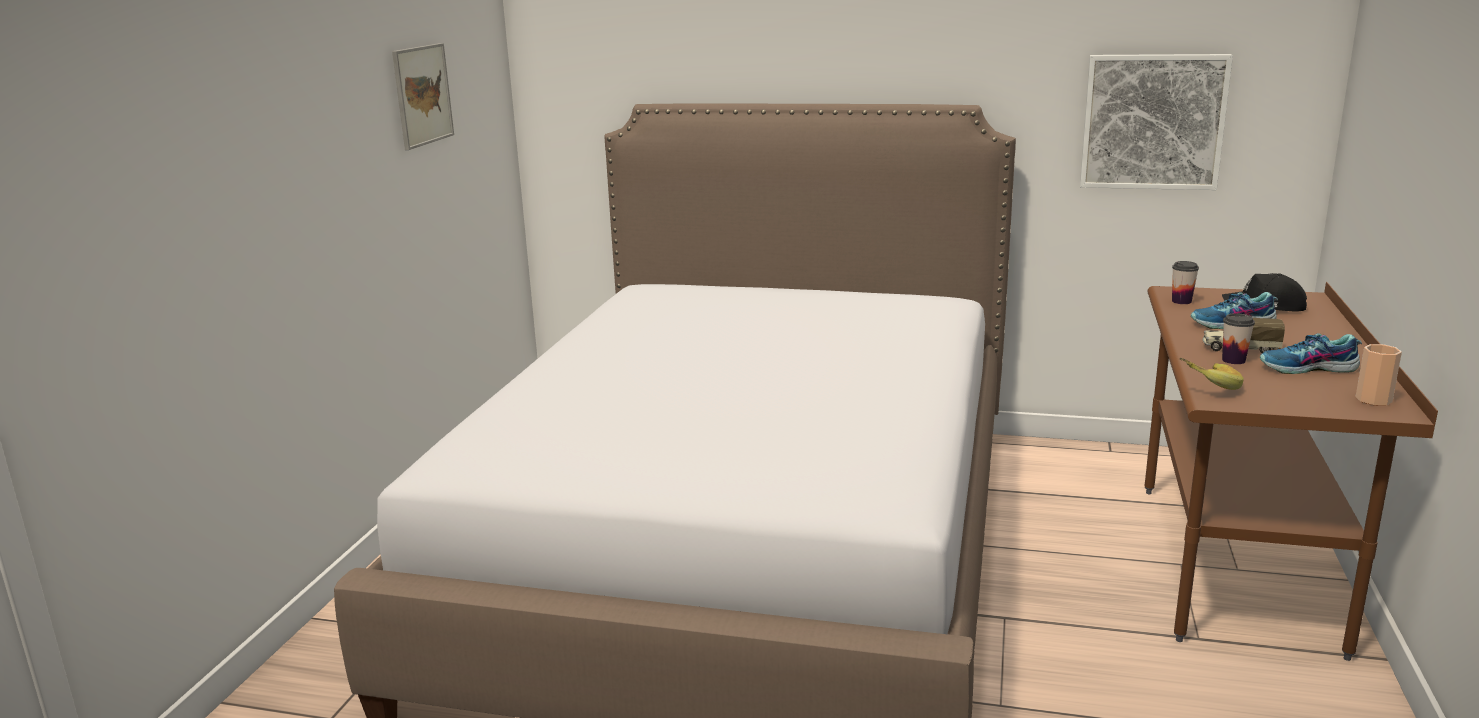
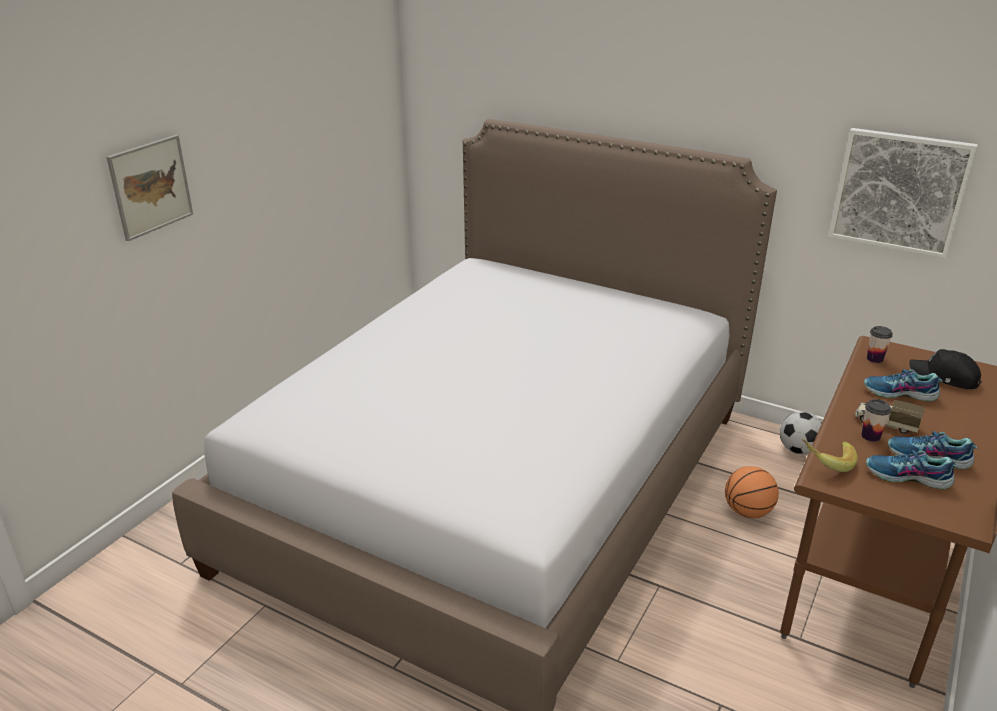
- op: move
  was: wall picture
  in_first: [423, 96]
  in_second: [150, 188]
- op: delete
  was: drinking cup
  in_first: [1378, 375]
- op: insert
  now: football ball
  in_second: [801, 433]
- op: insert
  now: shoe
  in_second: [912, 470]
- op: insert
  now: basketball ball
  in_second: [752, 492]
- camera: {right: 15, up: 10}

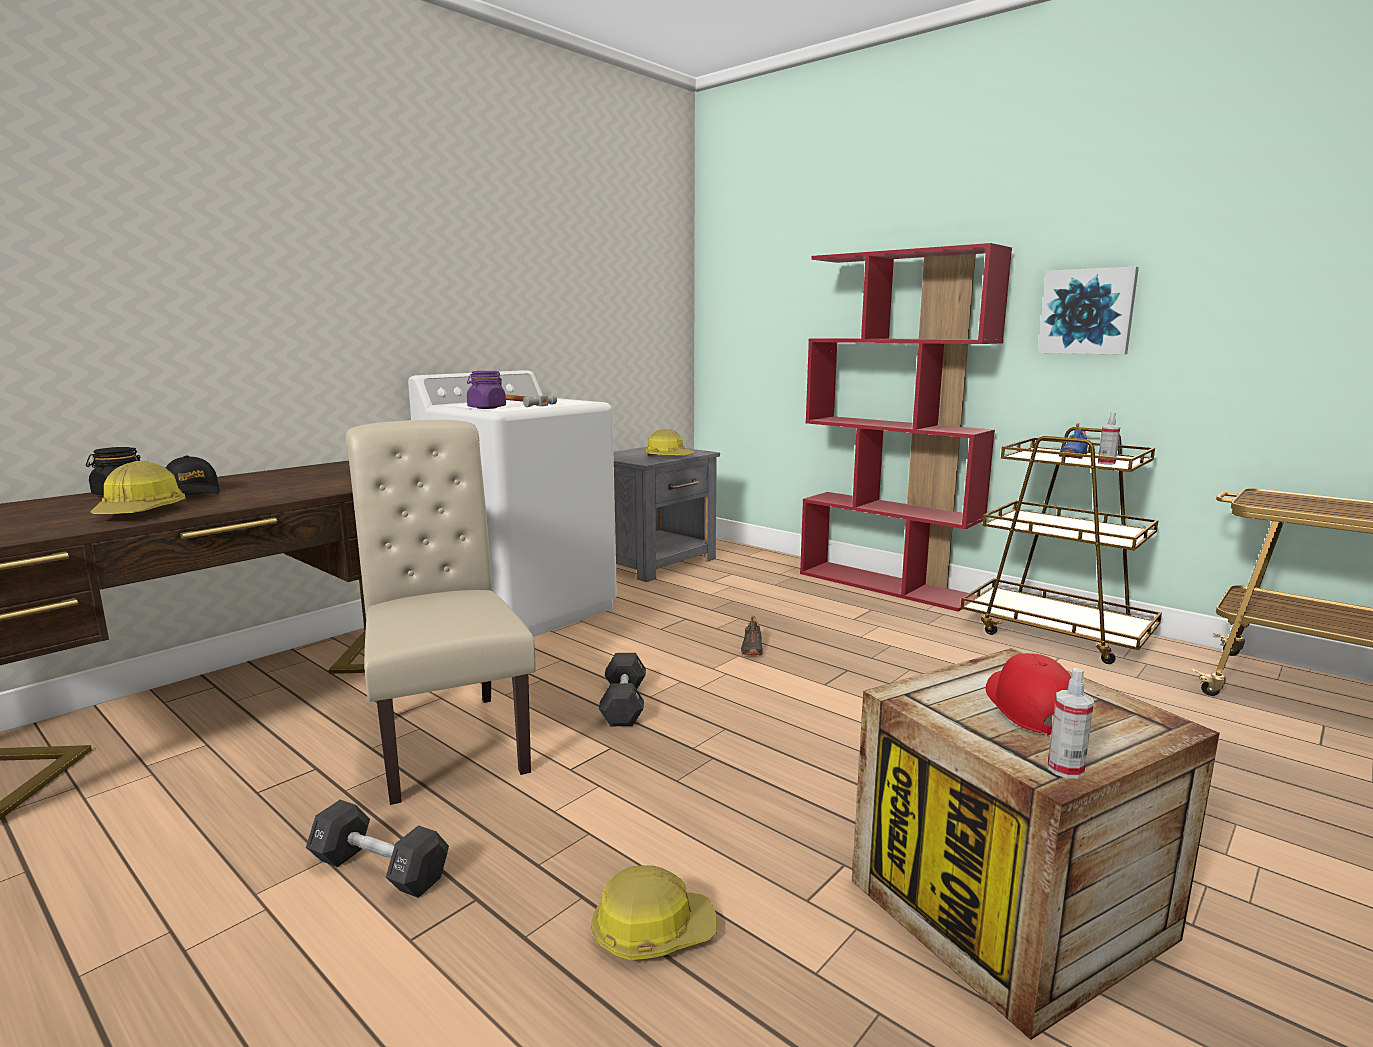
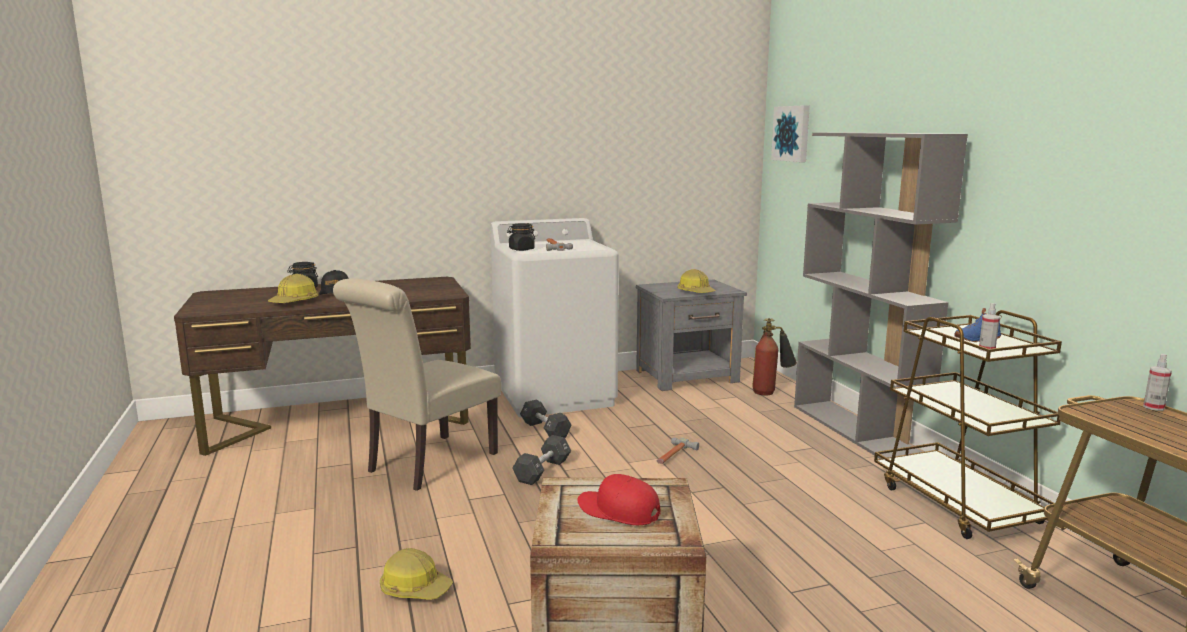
- op: recolor
  was: bookcase in red-coloured
  now: bookcase in greyish
  in_first: [906, 427]
  in_second: [881, 296]
- op: move
  was: wall picture
  in_first: [1088, 311]
  in_second: [790, 133]
- op: recolor
  was: storage jar in purplish
  now: storage jar in blackish
  in_first: [486, 390]
  in_second: [521, 237]
- op: rotate
  was: plain chair in beige-coloured
  in_first: [440, 612]
  in_second: [417, 384]
  clockwise: -150
- op: replace
  was: shoe in blackish
  now: tool hammer
  in_first: [752, 635]
  in_second: [678, 450]
- op: rotate
  was: cap in red-coloured
  in_first: [1028, 694]
  in_second: [619, 499]
  clockwise: -90
- op: move
  was: hand sprayer
  in_first: [1071, 723]
  in_second: [1157, 382]
- op: move
  was: dumbbell in blackish
  in_first: [377, 849]
  in_second: [545, 419]
- op: insert
  now: fire extinguisher
  in_second: [774, 357]
- camera: {right: 30, up: 0}

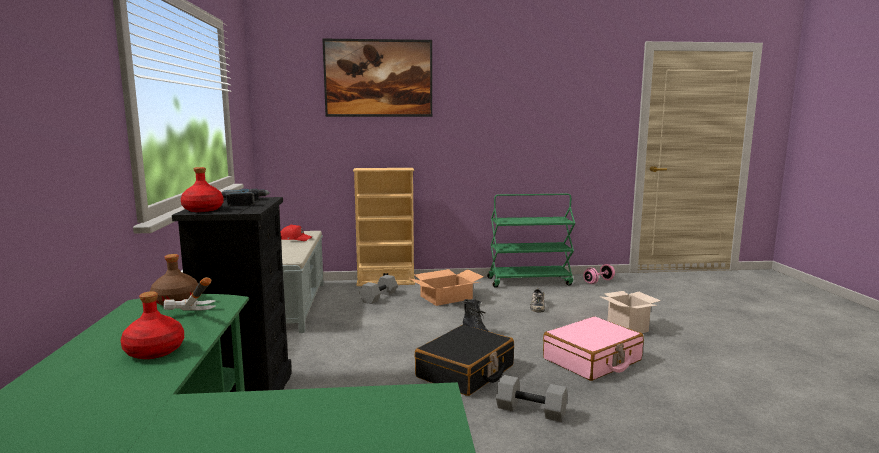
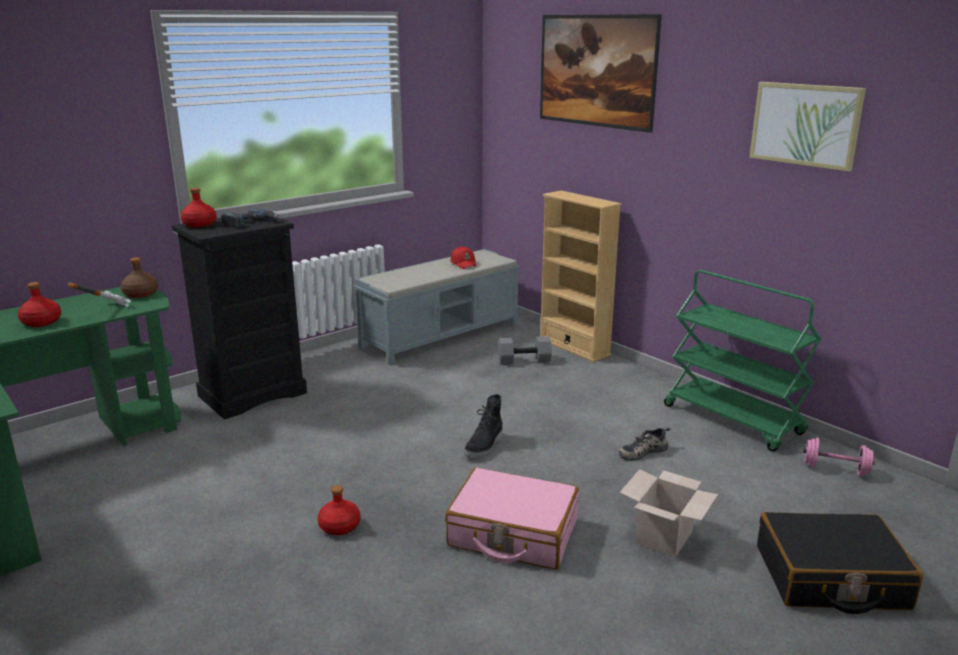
- op: delete
  was: packing box
  in_first: [446, 287]
- op: move
  was: piece of luggage in blackish
  in_first: [464, 360]
  in_second: [840, 563]
- op: replace
  was: dumbbell in greyish
  now: drink bottle in red-coloured
  in_first: [531, 398]
  in_second: [339, 510]
- op: insert
  now: wall picture
  in_second: [807, 127]
- camera: {right: 55, up: 10}

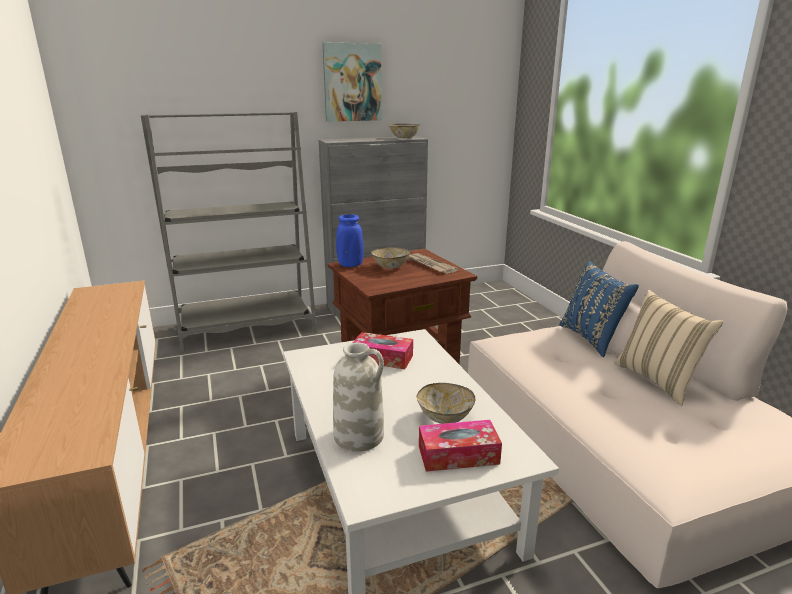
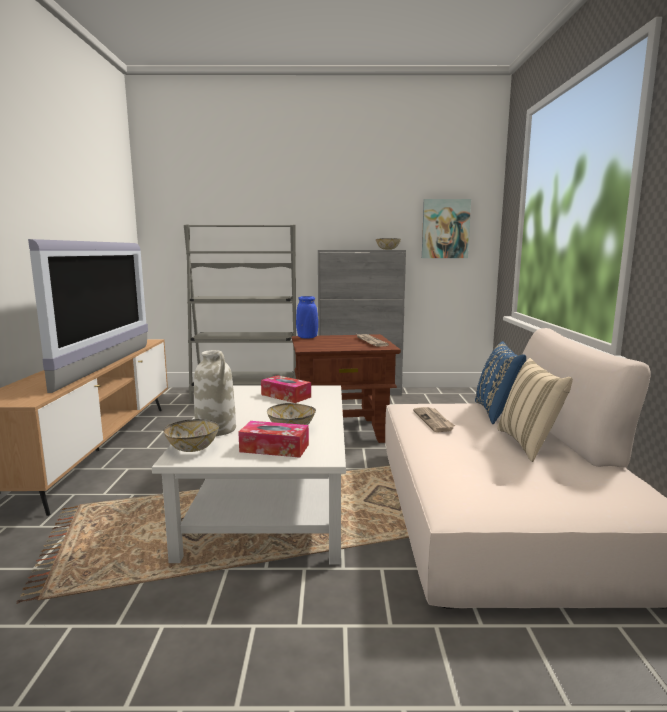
- op: move
  was: wall picture
  in_first: [352, 82]
  in_second: [446, 228]
- op: move
  was: serving bowl
  in_first: [390, 258]
  in_second: [191, 435]
- op: insert
  now: TV
  in_second: [88, 316]
- op: insert
  now: printed paper
  in_second: [434, 419]
- camera: {right: 20, up: -10}

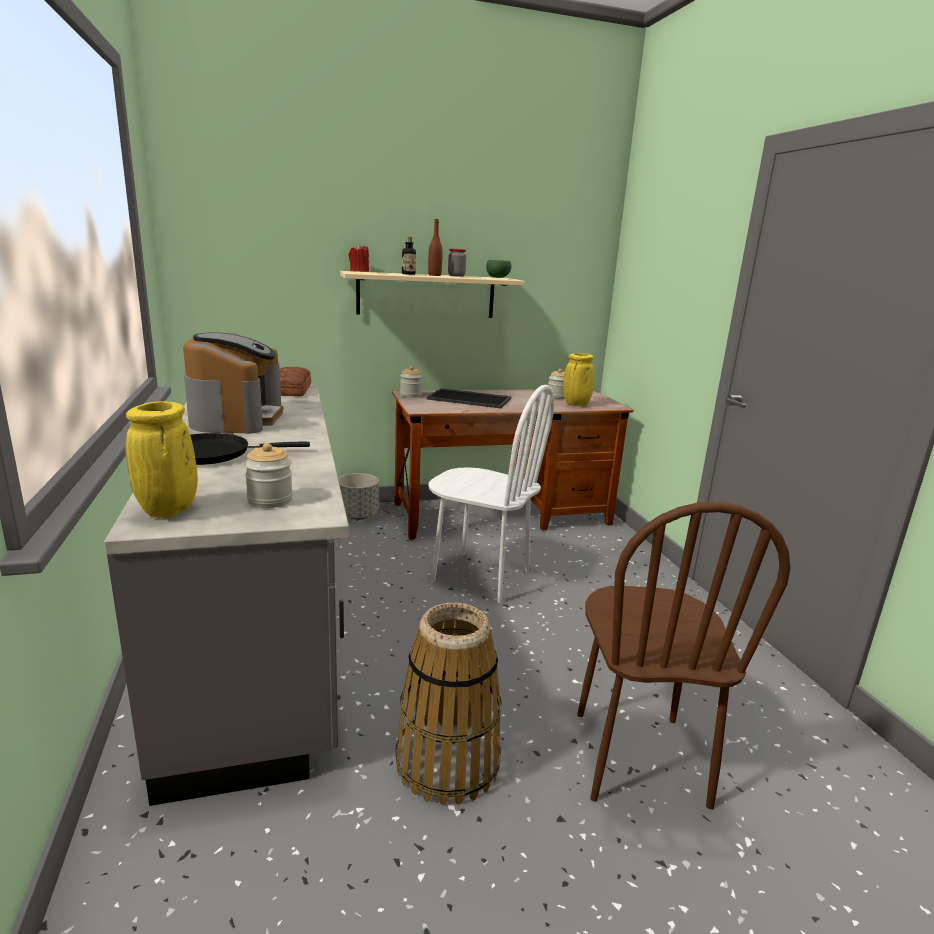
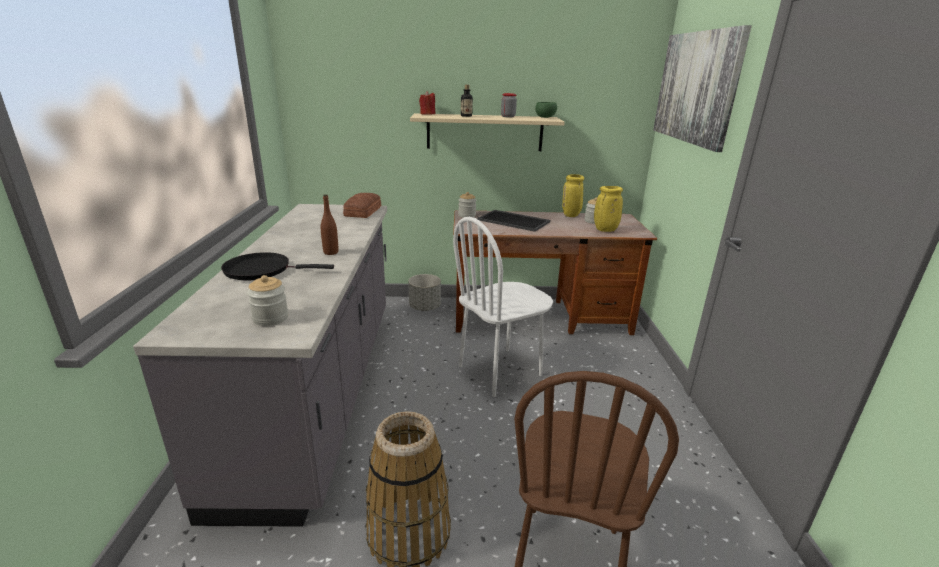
- op: move
  was: drink bottle in brown-coloured
  in_first: [435, 247]
  in_second: [329, 224]
- op: delete
  was: coffee machine
  in_first: [233, 383]
- op: rotate
  was: plain chair in whitish
  in_first: [491, 494]
  in_second: [503, 307]
  clockwise: 105
- op: move
  was: vase in yellowish
  in_first: [161, 459]
  in_second: [573, 195]
- op: insert
  now: wall picture
  in_second: [702, 88]
- camera: {right: 15, up: 5}

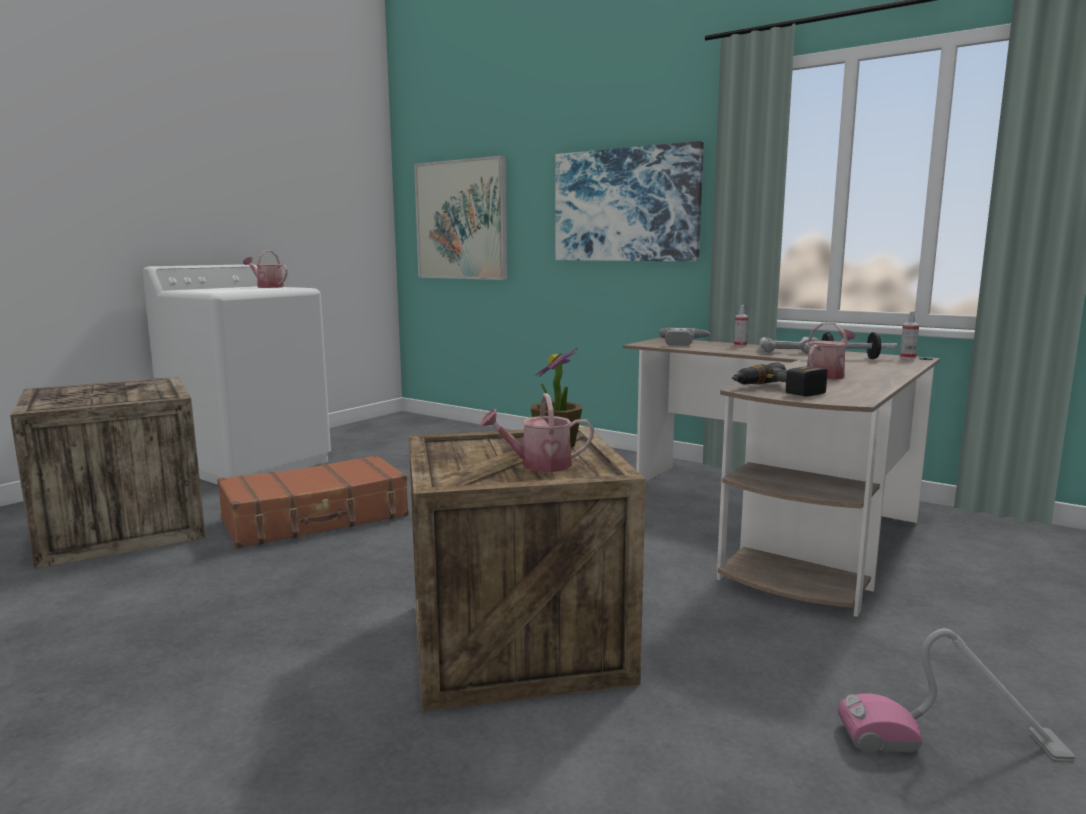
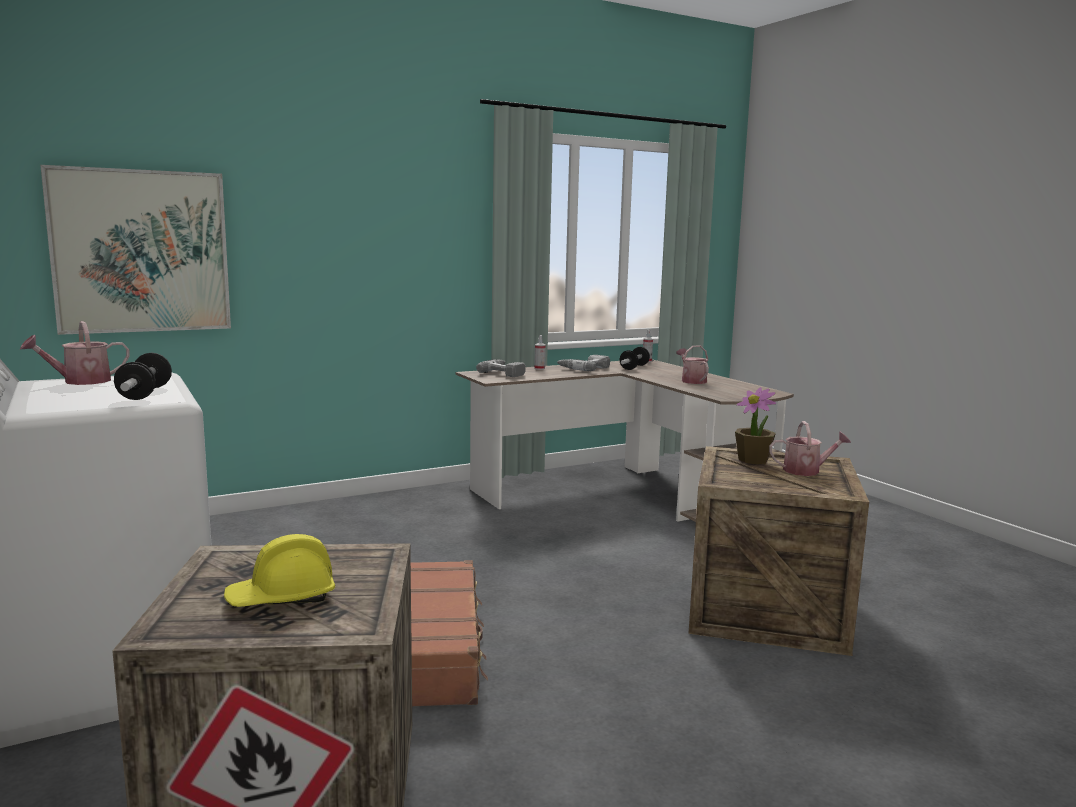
- op: delete
  was: wall picture
  in_first: [629, 201]
- op: delete
  was: electric drill
  in_first: [779, 380]
- op: rotate
  was: sprinkling can
  in_first: [537, 432]
  in_second: [810, 448]
  clockwise: -105
- op: delete
  was: hoover
  in_first: [956, 694]
- op: insert
  now: dumbbell
  in_second: [143, 376]
- op: insert
  now: hard hat in yellowish
  in_second: [279, 570]
- camera: {right: -65, up: 0}

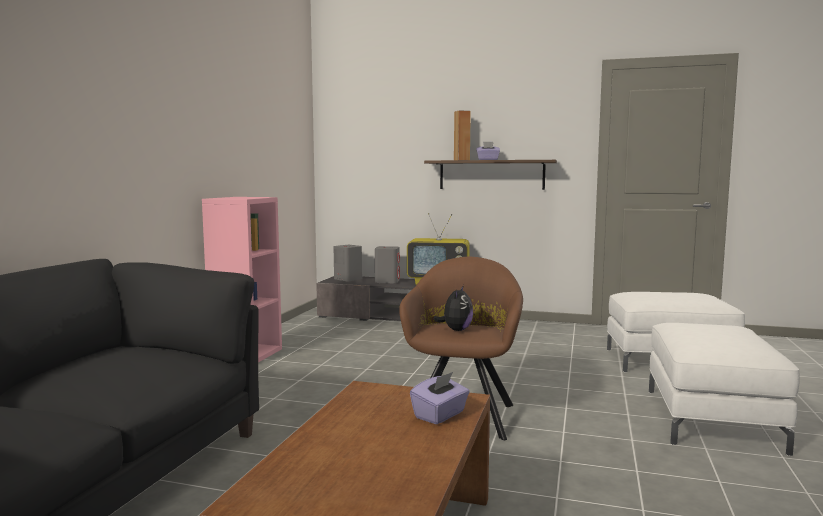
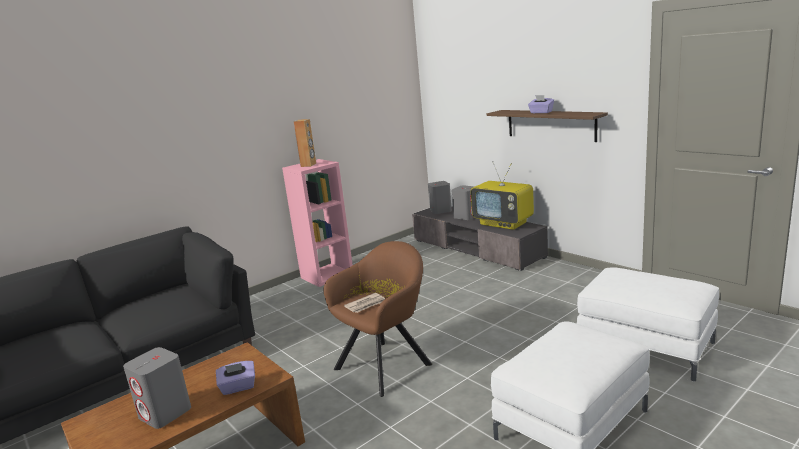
- op: move
  was: speaker in brown-coloured
  in_first: [462, 135]
  in_second: [305, 143]
- op: replace
  was: plush toy
  now: printed paper
  in_first: [453, 308]
  in_second: [364, 303]
- op: insert
  now: speaker in greyish
  in_second: [157, 388]
- camera: {right: 35, up: 10}

